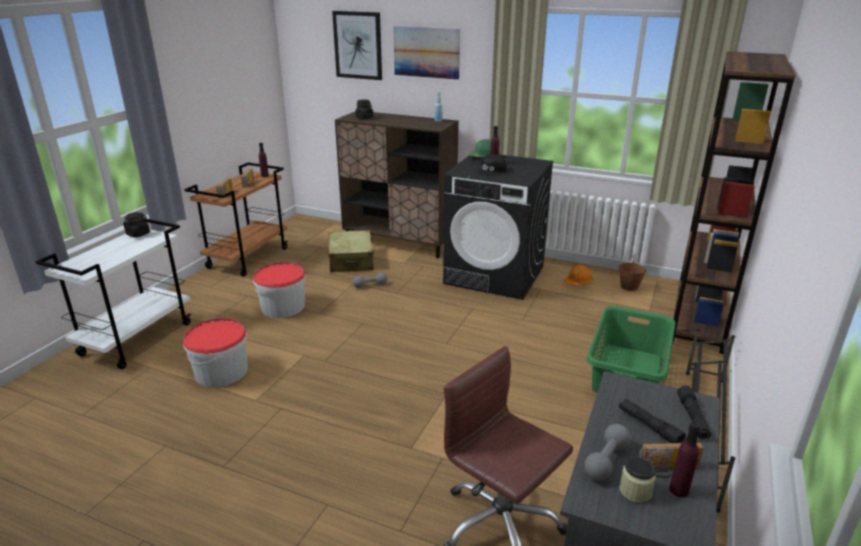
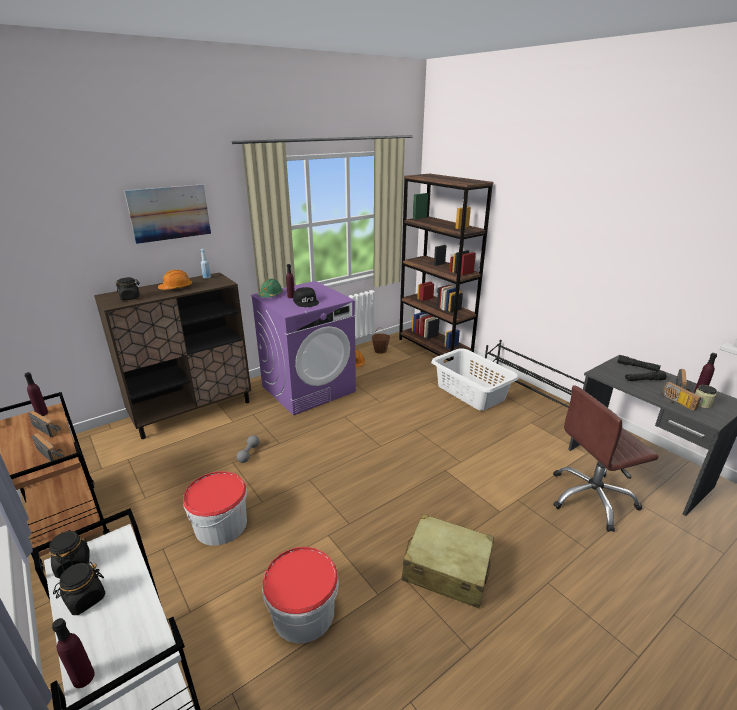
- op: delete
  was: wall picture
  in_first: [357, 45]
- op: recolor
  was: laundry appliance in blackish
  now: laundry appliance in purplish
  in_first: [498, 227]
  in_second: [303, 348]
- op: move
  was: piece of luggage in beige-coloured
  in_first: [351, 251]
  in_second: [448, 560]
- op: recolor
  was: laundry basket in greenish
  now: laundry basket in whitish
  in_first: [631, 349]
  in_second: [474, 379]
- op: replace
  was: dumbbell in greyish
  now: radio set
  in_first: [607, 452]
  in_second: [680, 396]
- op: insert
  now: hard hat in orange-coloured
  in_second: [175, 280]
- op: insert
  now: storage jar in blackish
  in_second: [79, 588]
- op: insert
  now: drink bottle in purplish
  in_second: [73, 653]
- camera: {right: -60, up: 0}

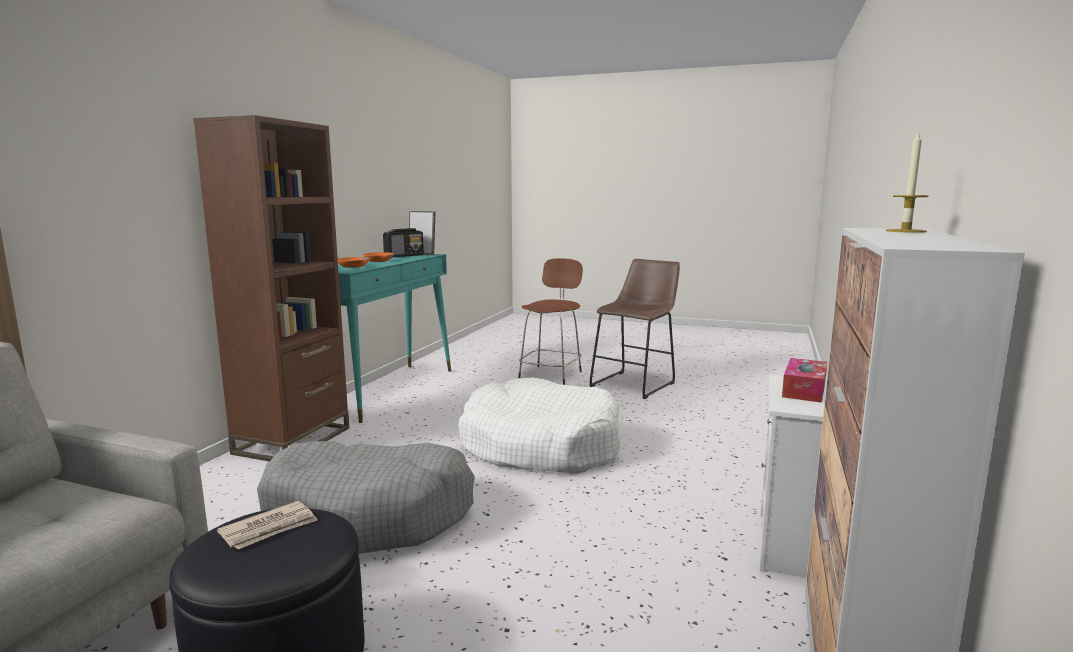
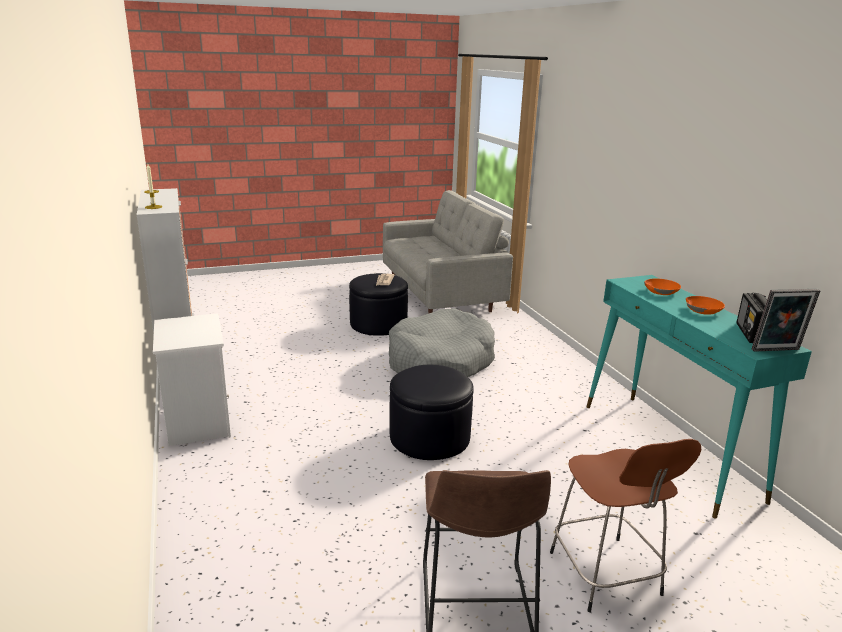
- op: delete
  was: bookcase in brown-coloured
  in_first: [271, 288]
- op: delete
  was: box of tissues
  in_first: [804, 380]
- op: replace
  was: dog bed in whitish
  now: ottoman in blackish
  in_first: [539, 426]
  in_second: [432, 412]
- camera: {right: 140, up: 10}

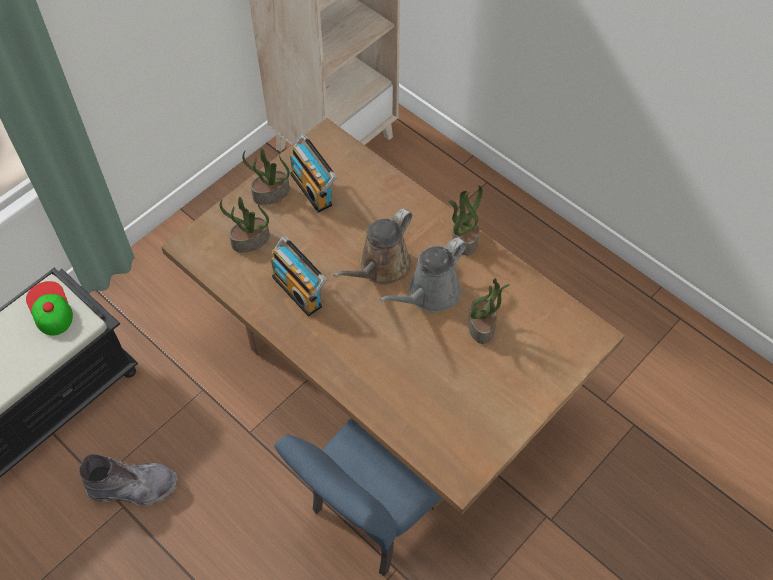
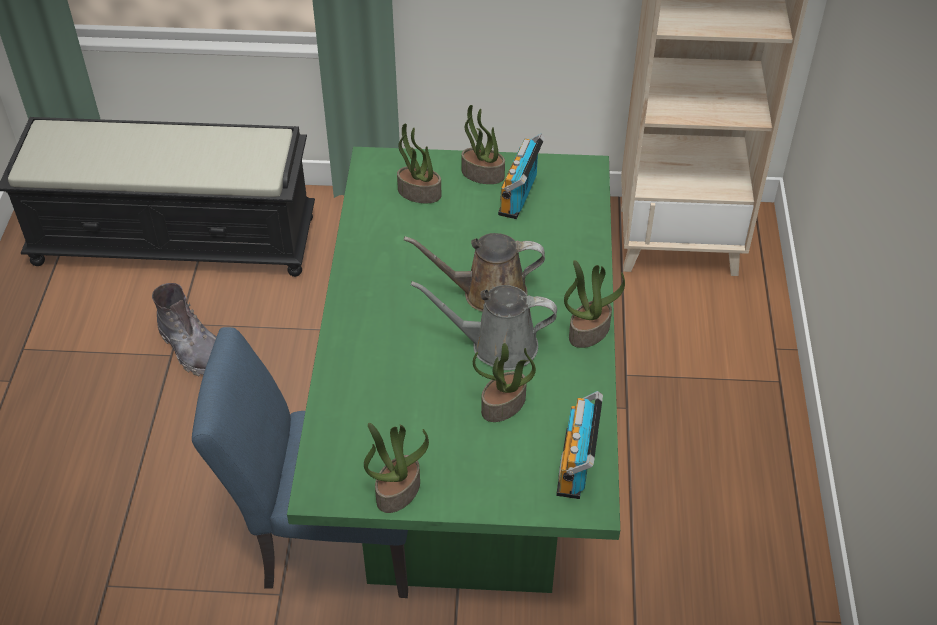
- op: recolor
  was: dining table in brown-coloured
  now: dining table in greenish
  in_first: [393, 316]
  in_second: [453, 370]
- op: move
  was: radio set
  in_first: [298, 276]
  in_second: [579, 445]
- op: delete
  was: cap
  in_first: [49, 308]
- op: insert
  now: houseplant
  in_second: [396, 468]
- camera: {right: 50, up: -10}

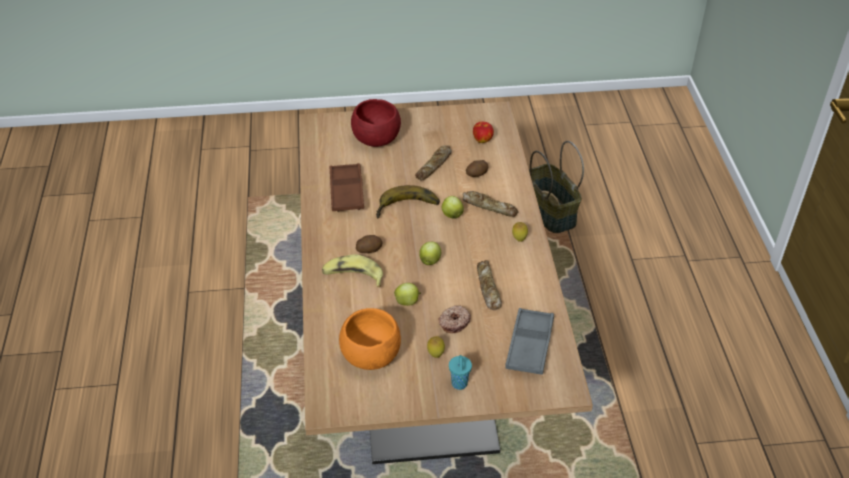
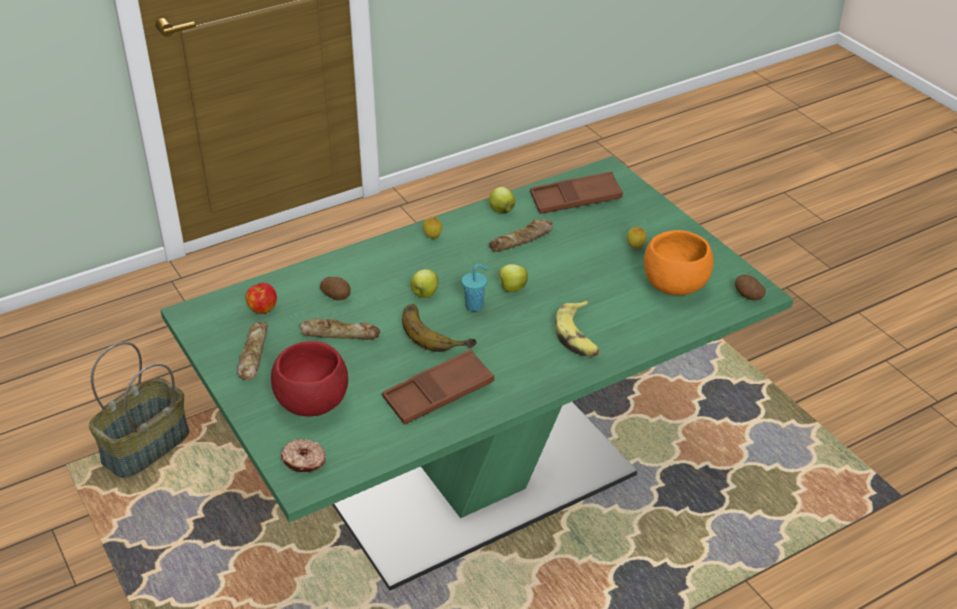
- op: recolor
  was: dining table in brown-coloured
  now: dining table in greenish
  in_first: [446, 282]
  in_second: [476, 373]
- op: move
  was: bread
  in_first: [491, 204]
  in_second: [252, 351]
- op: move
  was: whole potato
  in_first: [369, 244]
  in_second: [750, 287]
- op: move
  was: whole apple
  in_first: [407, 294]
  in_second: [502, 200]
- op: move
  was: donut
  in_first: [455, 319]
  in_second: [303, 455]
- op: recolor
  was: serving tray in greyish
  now: serving tray in brown-coloured
  in_first: [529, 341]
  in_second: [576, 192]
- op: move
  was: drinking cup in blue-green
  in_first: [460, 372]
  in_second: [475, 287]
- camera: {right: -115, up: -5}

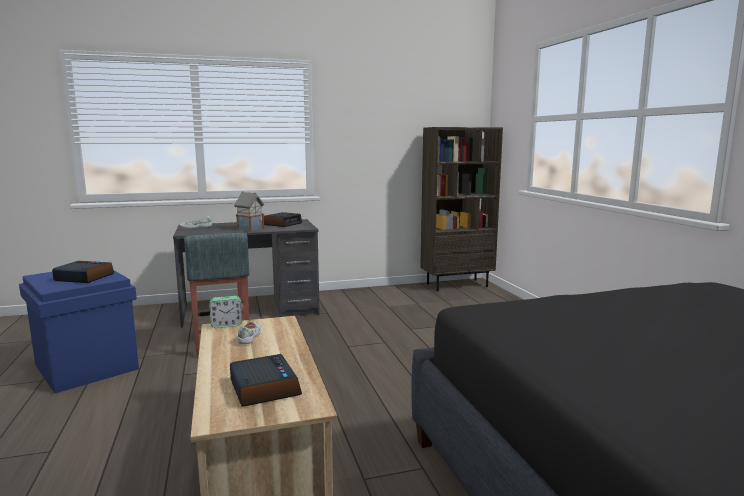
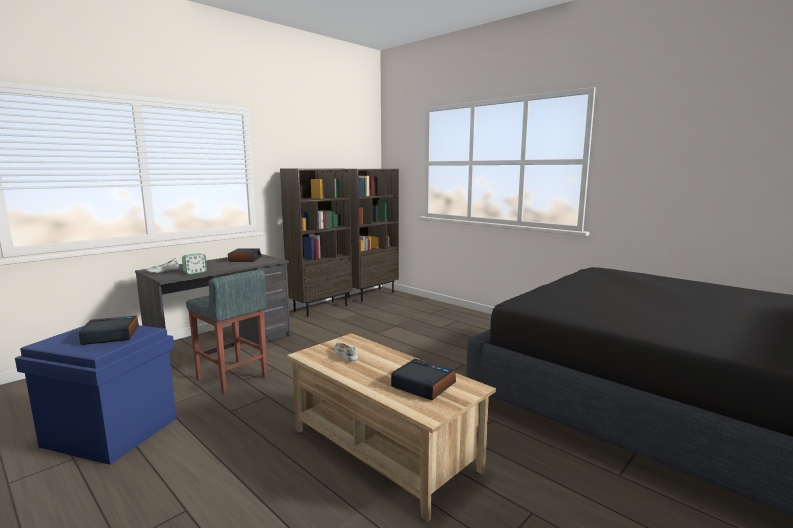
- op: delete
  was: toy house
  in_first: [249, 211]
- op: move
  was: alarm clock
  in_first: [225, 312]
  in_second: [194, 263]
- op: insert
  now: bookcase in brown-coloured
  in_second: [316, 243]
- camera: {right: -30, up: 0}

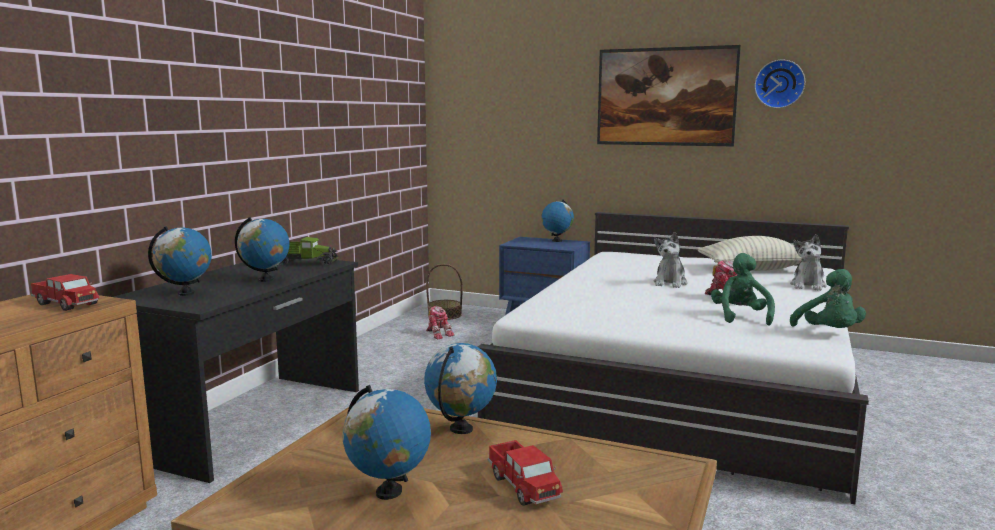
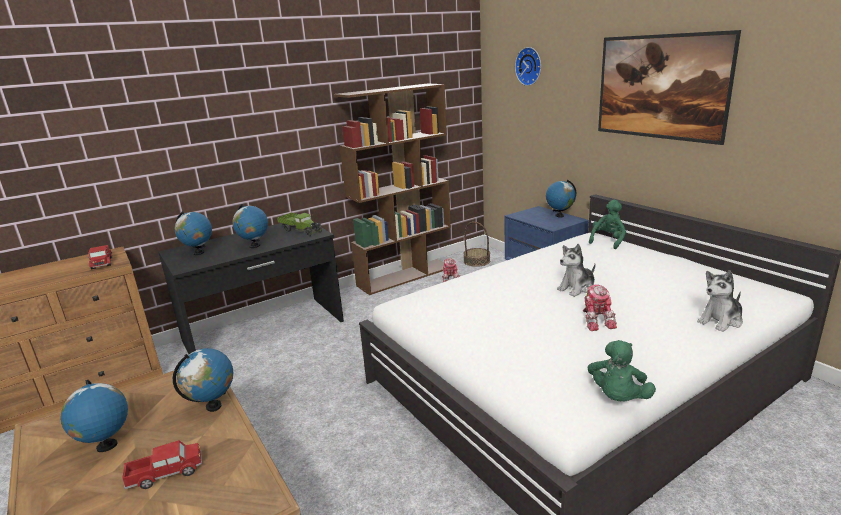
- op: move
  was: wall clock
  in_first: [779, 83]
  in_second: [528, 66]
- op: delete
  was: pillow
  in_first: [750, 253]
- op: move
  was: plush toy in greenish
  in_first: [743, 289]
  in_second: [607, 224]
- op: rotate
  was: toy lorry
  in_first: [525, 473]
  in_second: [162, 464]
  clockwise: -120
- op: insert
  now: bookcase in brown-coloured
  in_second: [392, 189]
- camera: {right: 35, up: 10}

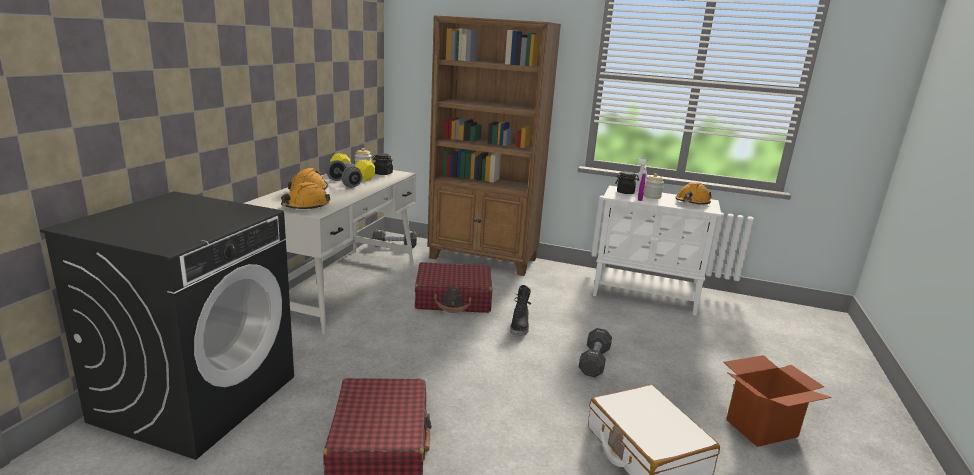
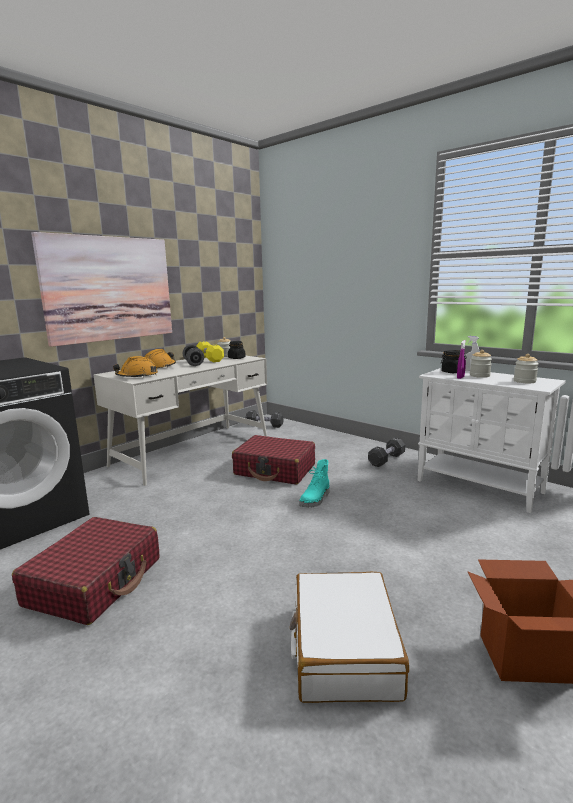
- op: delete
  was: bookcase in brown-coloured
  in_first: [494, 145]
- op: replace
  was: hard hat in orange-coloured
  now: storage jar
  in_first: [693, 193]
  in_second: [526, 368]
- op: recolor
  was: high-top boot in blackish
  now: high-top boot in blue-green
  in_first: [520, 310]
  in_second: [314, 483]
- op: move
  was: dumbbell in blackish
  in_first: [595, 352]
  in_second: [386, 452]
- op: insert
  now: wall picture
  in_second: [101, 289]
- camera: {right: 25, up: -5}

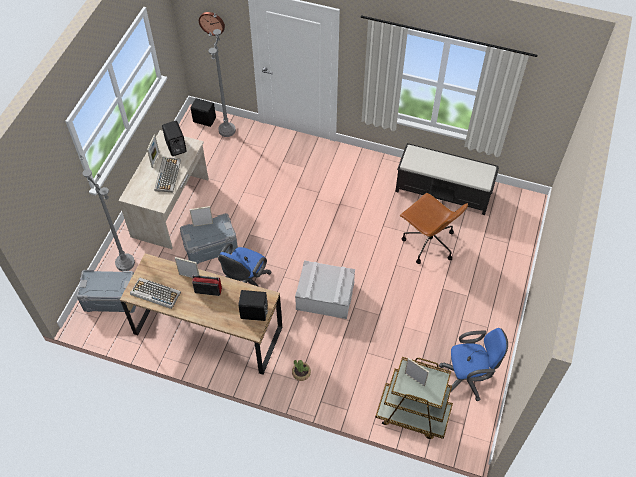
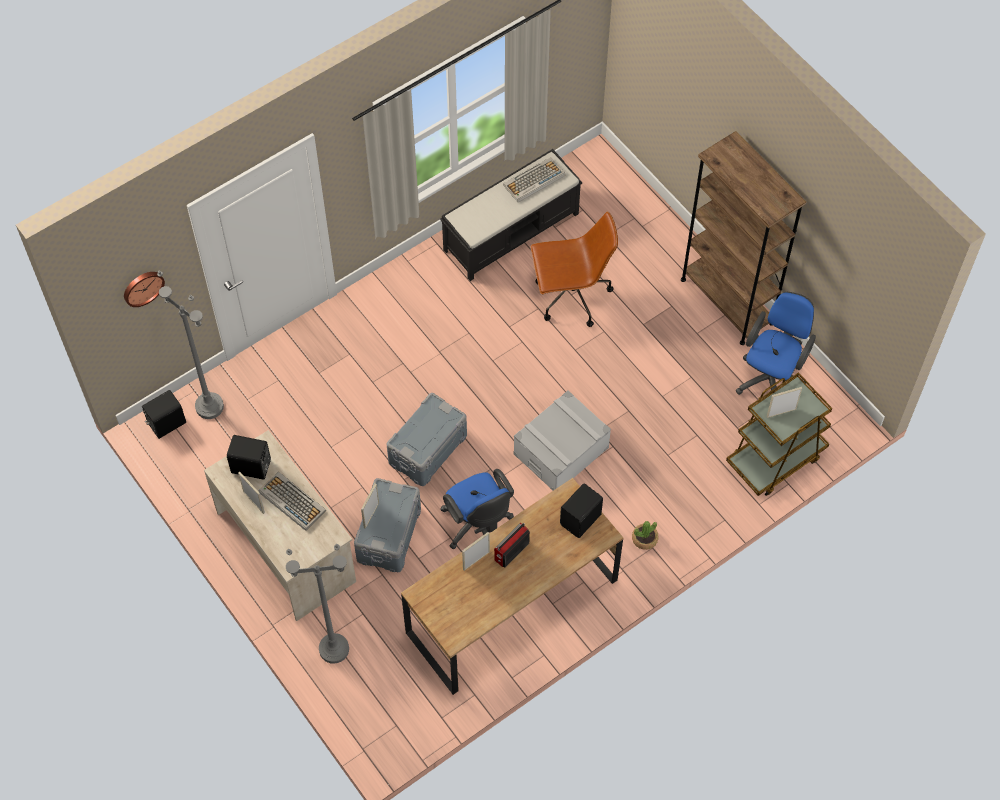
- op: move
  was: storage container in greyish
  in_first: [106, 291]
  in_second: [427, 439]
- op: move
  was: PC keyboard
  in_first: [155, 293]
  in_second: [534, 179]
- op: insert
  now: bookcase in brown-coloured
  in_second: [743, 238]
- camera: {right: -55, up: 5}

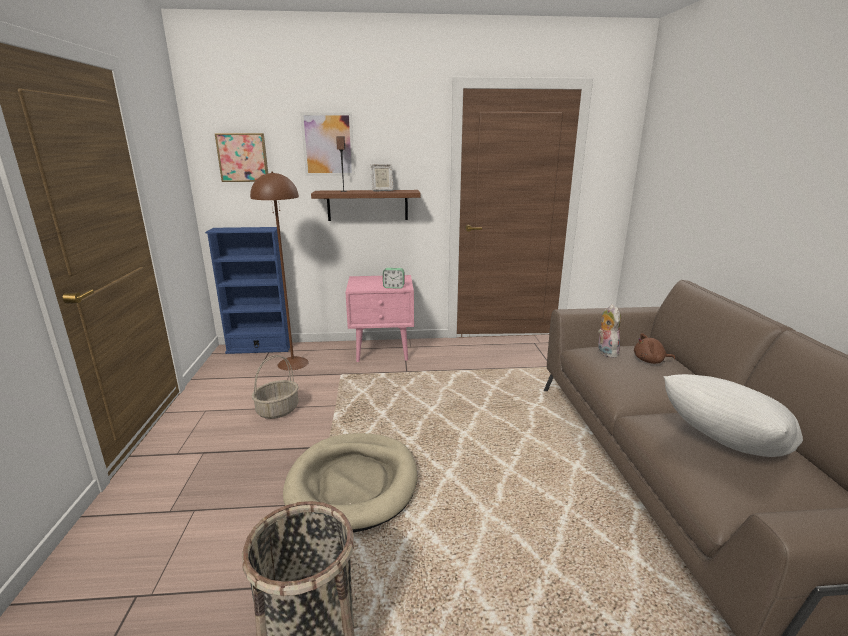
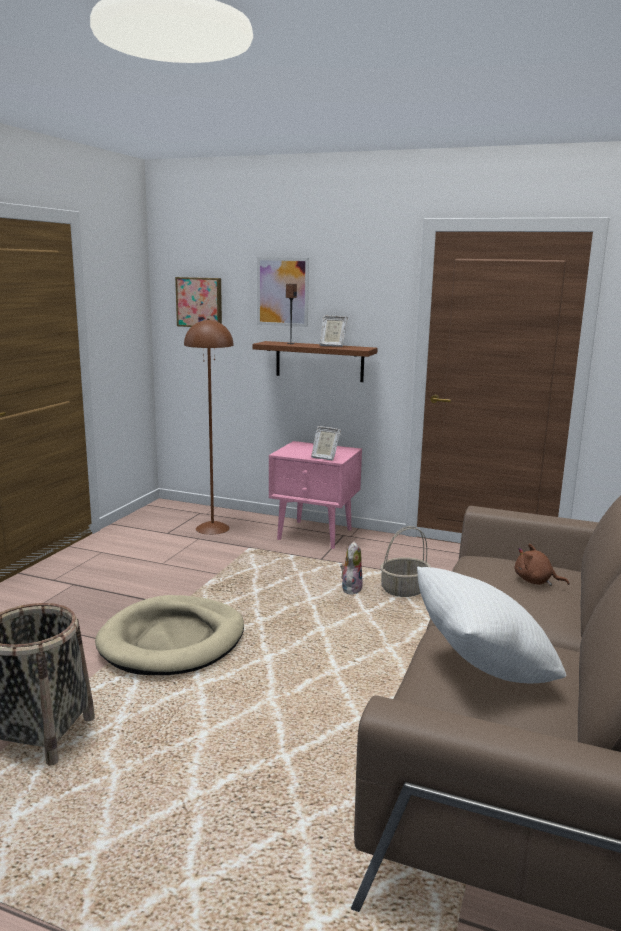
- op: delete
  was: bookcase in bluish
  in_first: [247, 290]
- op: replace
  was: alarm clock
  now: standing frame
  in_first: [393, 278]
  in_second: [326, 443]
- op: move
  was: plush toy
  in_first: [609, 331]
  in_second: [351, 568]
- op: move
  was: basket
  in_first: [275, 387]
  in_second: [405, 561]
- camera: {right: 25, up: -5}

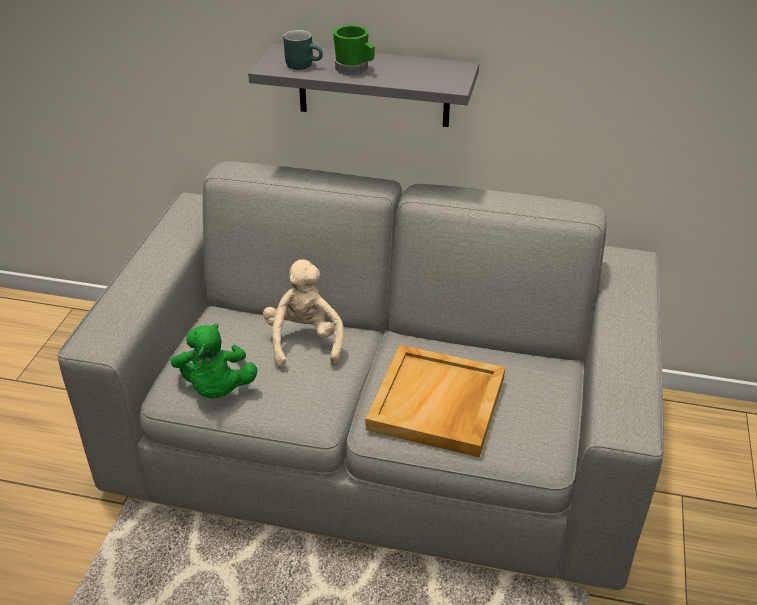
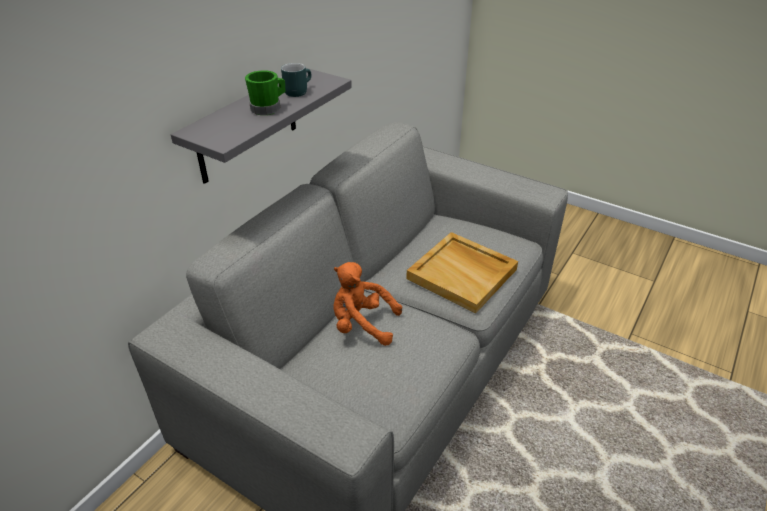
- op: move
  was: tea mug in blue-green
  in_first: [303, 50]
  in_second: [296, 80]
- op: recolor
  was: plush toy in beige-coloured
  now: plush toy in orange-coloured
  in_first: [303, 313]
  in_second: [367, 304]
- op: delete
  was: plush toy in greenish
  in_first: [214, 361]
- camera: {right: -70, up: 0}

